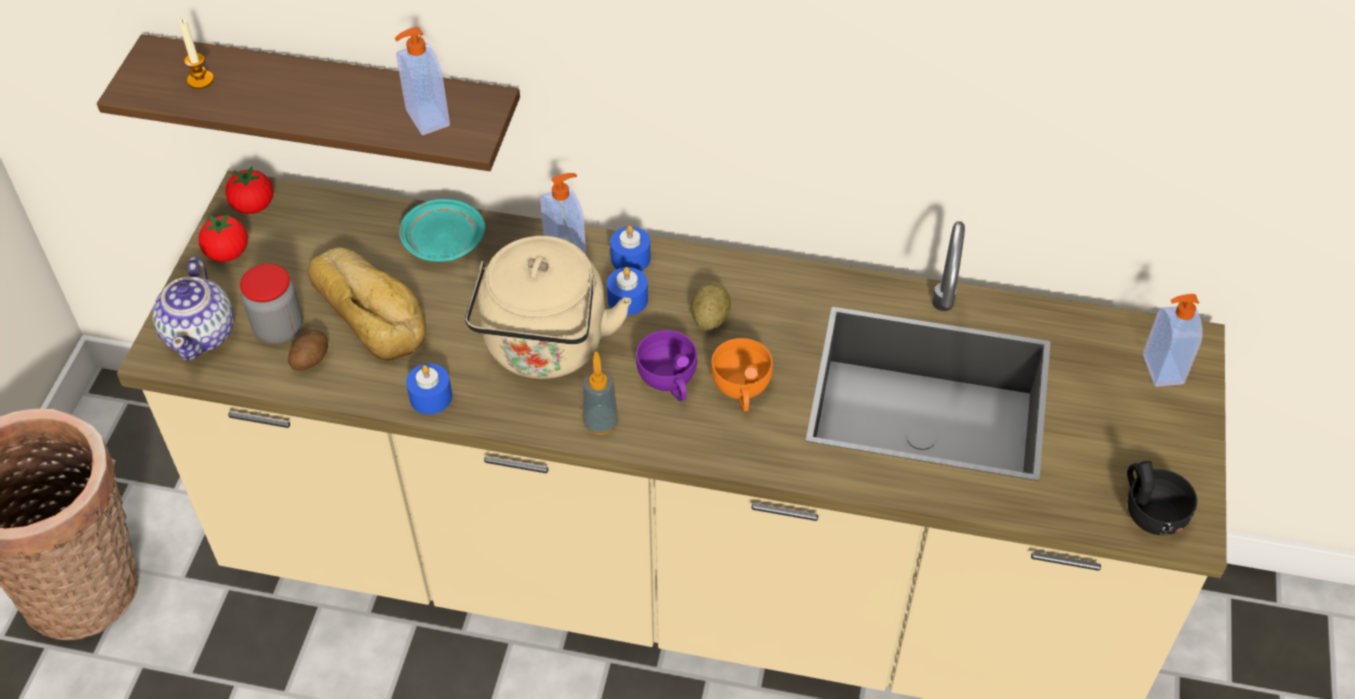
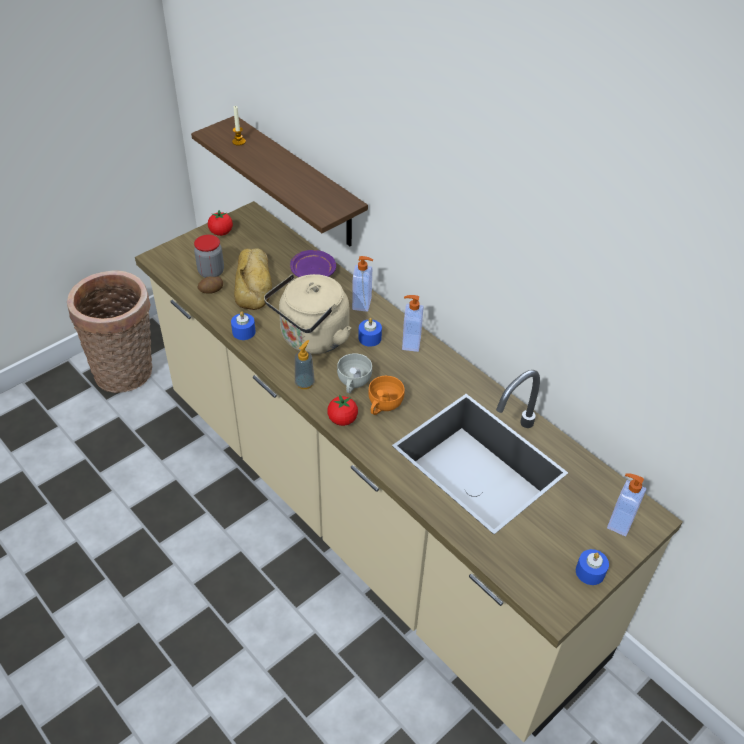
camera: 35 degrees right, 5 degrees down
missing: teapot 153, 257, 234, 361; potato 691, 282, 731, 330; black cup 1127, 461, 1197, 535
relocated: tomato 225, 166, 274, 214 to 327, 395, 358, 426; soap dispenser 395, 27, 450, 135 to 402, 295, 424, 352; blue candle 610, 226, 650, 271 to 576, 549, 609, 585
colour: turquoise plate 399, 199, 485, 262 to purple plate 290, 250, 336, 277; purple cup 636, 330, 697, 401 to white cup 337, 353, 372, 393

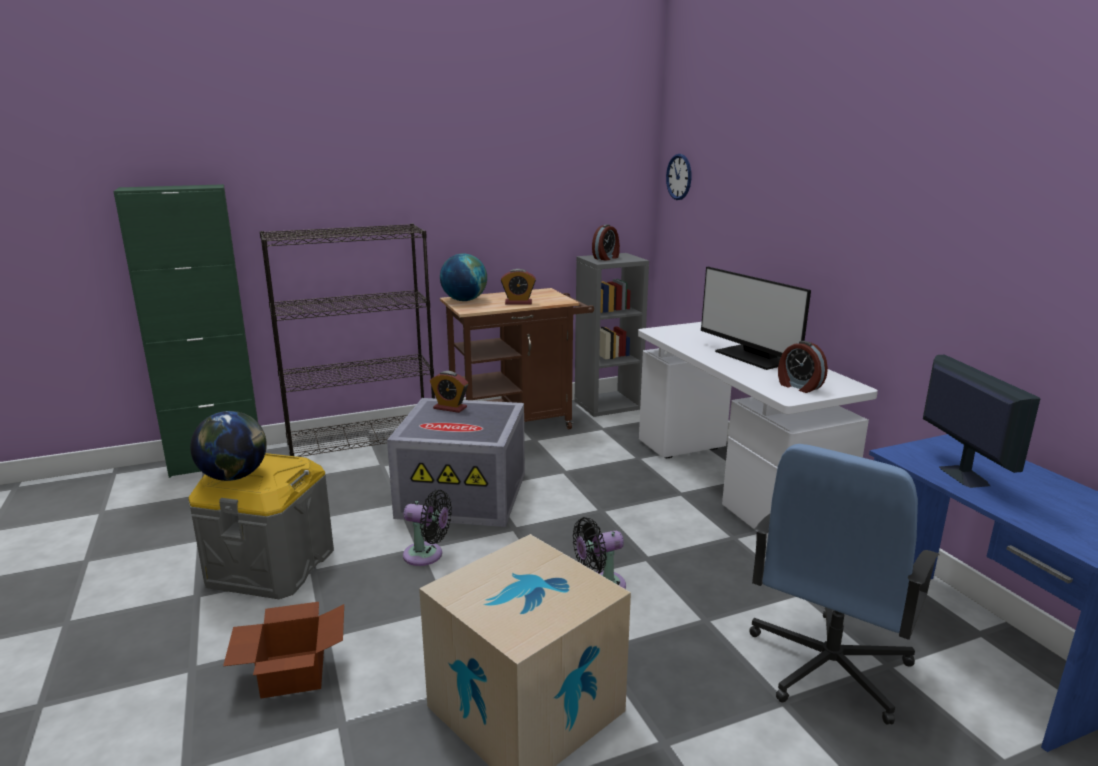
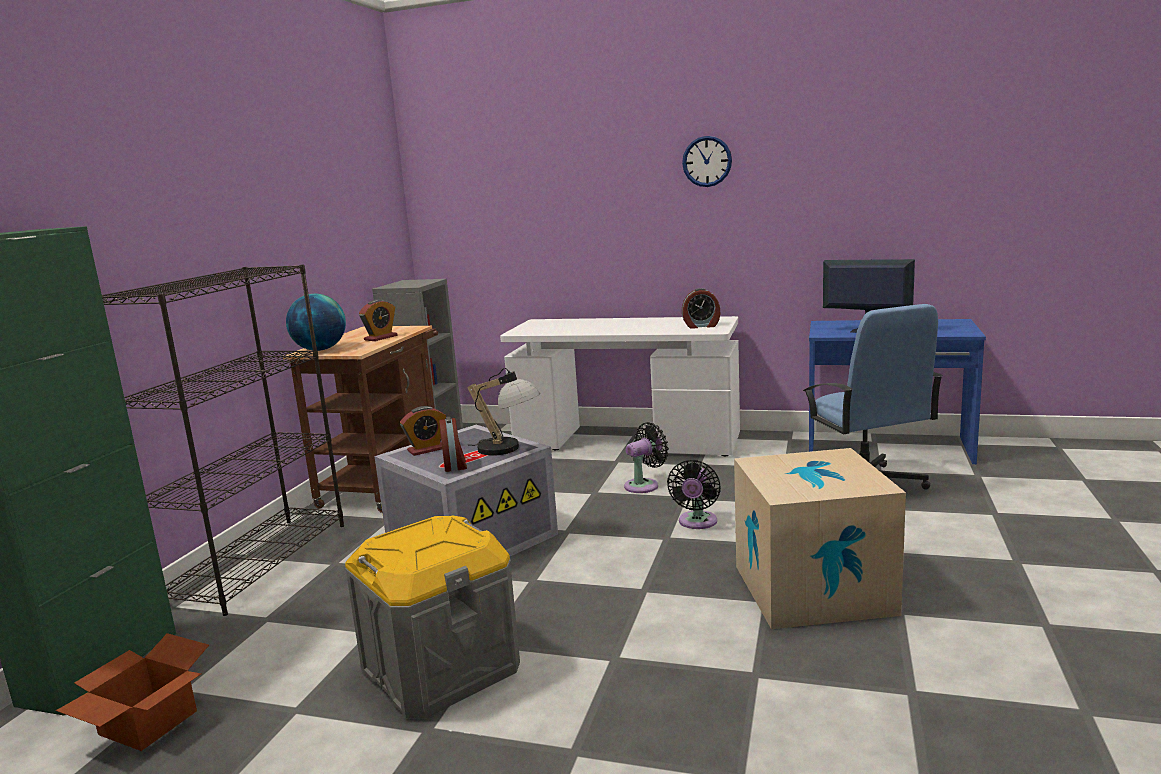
camera: 50 degrees left, 5 degrees down
missing: globe 190, 411, 267, 481; monitor 701, 267, 811, 370
appeared: table lamp 467, 368, 540, 456
relocated: cardboard box 223, 602, 344, 699 to 56, 633, 209, 751; alarm clock 592, 224, 620, 261 to 439, 417, 467, 472; black fan 403, 490, 452, 566 to 624, 422, 669, 493; wall clock 666, 154, 692, 200 to 682, 136, 732, 187

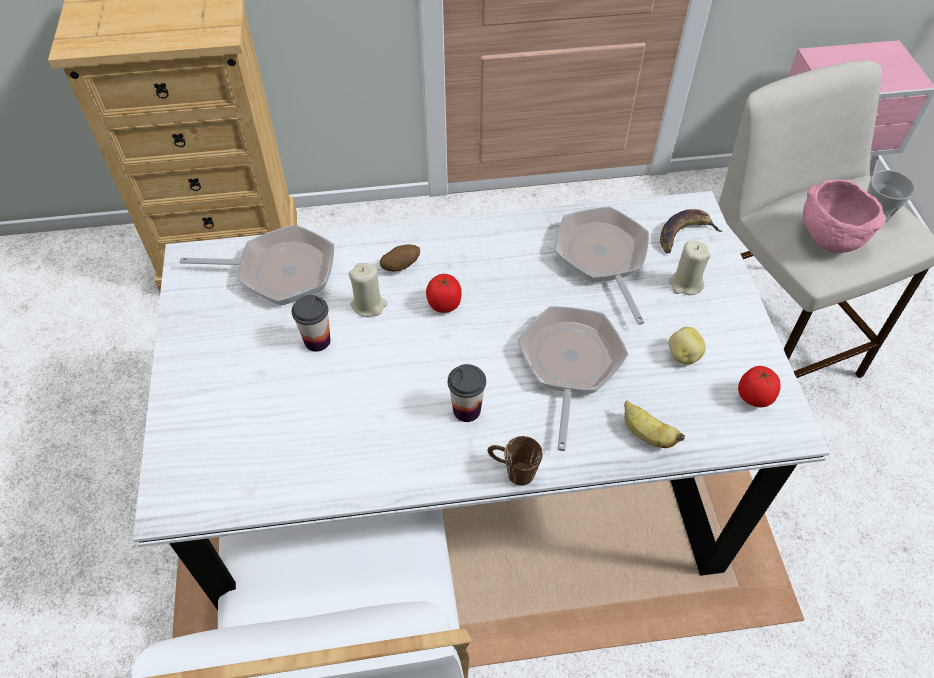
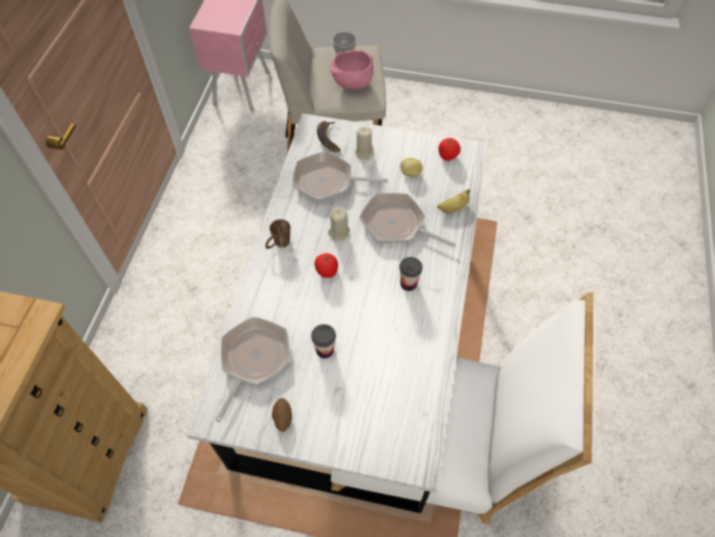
camera: 70 degrees left, 5 degrees up
relocated: brown mug 487, 436, 543, 486 to 265, 219, 290, 249; potato 380, 244, 420, 272 to 272, 398, 292, 432; beige candle 348, 263, 388, 317 to 328, 207, 350, 241

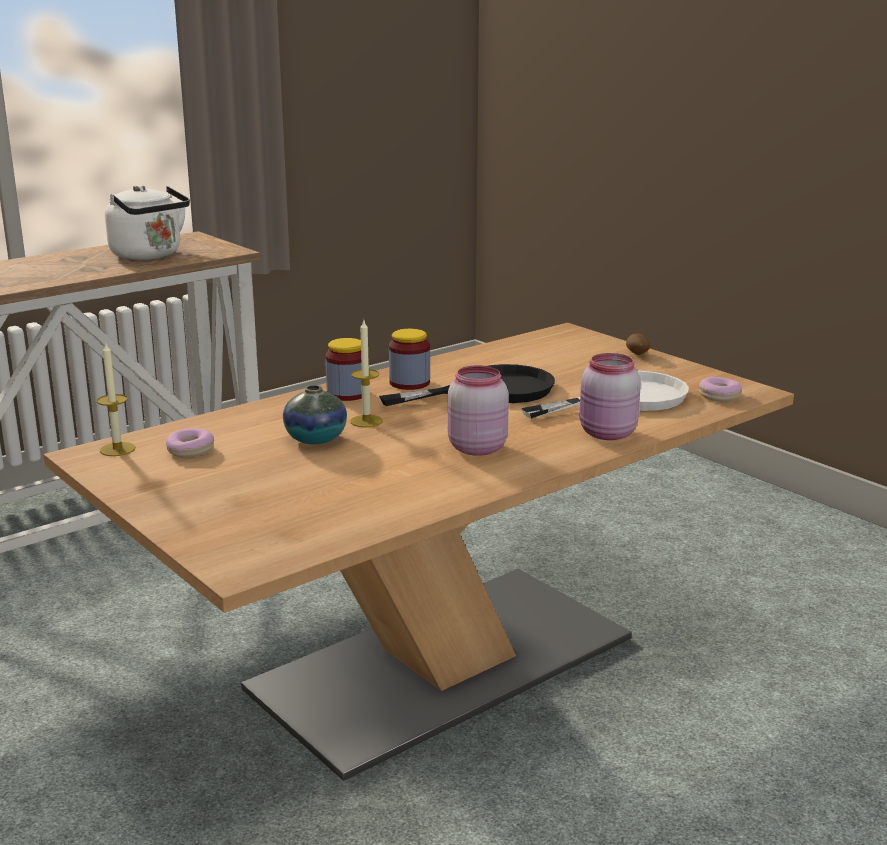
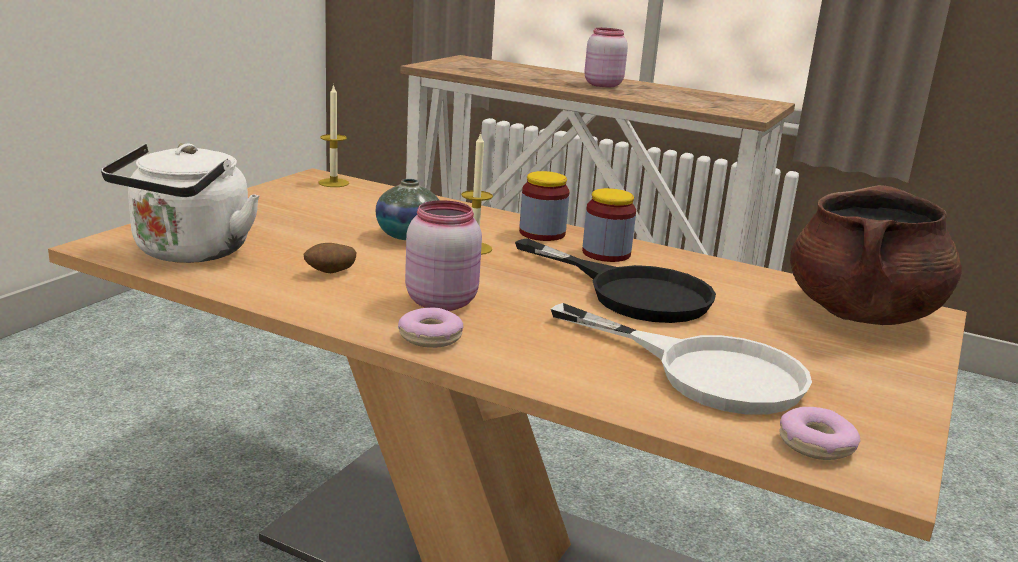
camera: 65 degrees right, 0 degrees up
appeared: brown cooking pot 790, 185, 962, 325
relocated: white kettle 105, 185, 190, 260 to 101, 143, 260, 263; potato 626, 334, 650, 355 to 304, 243, 356, 273; donut 166, 428, 214, 457 to 398, 308, 463, 348; pink jar 580, 353, 641, 440 to 584, 28, 628, 87

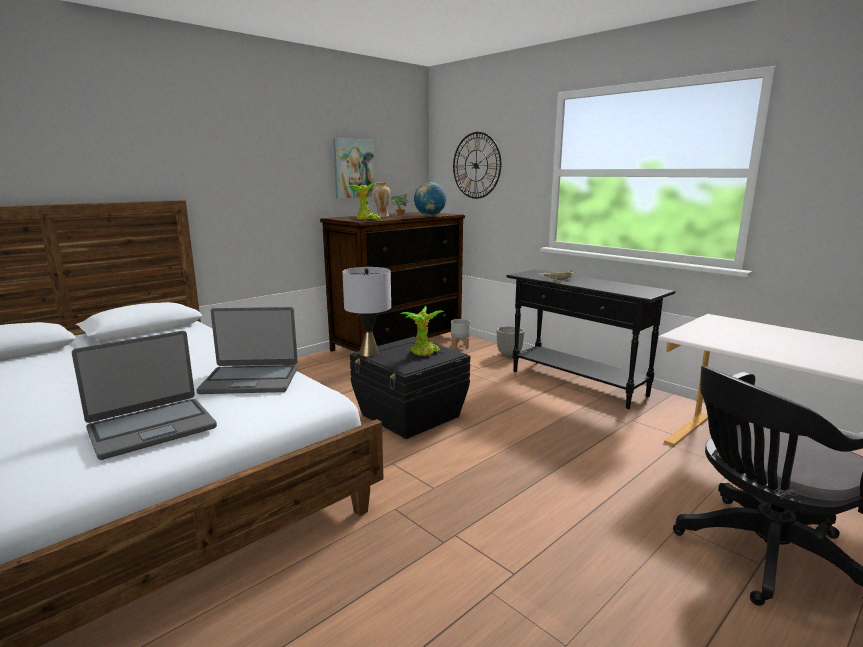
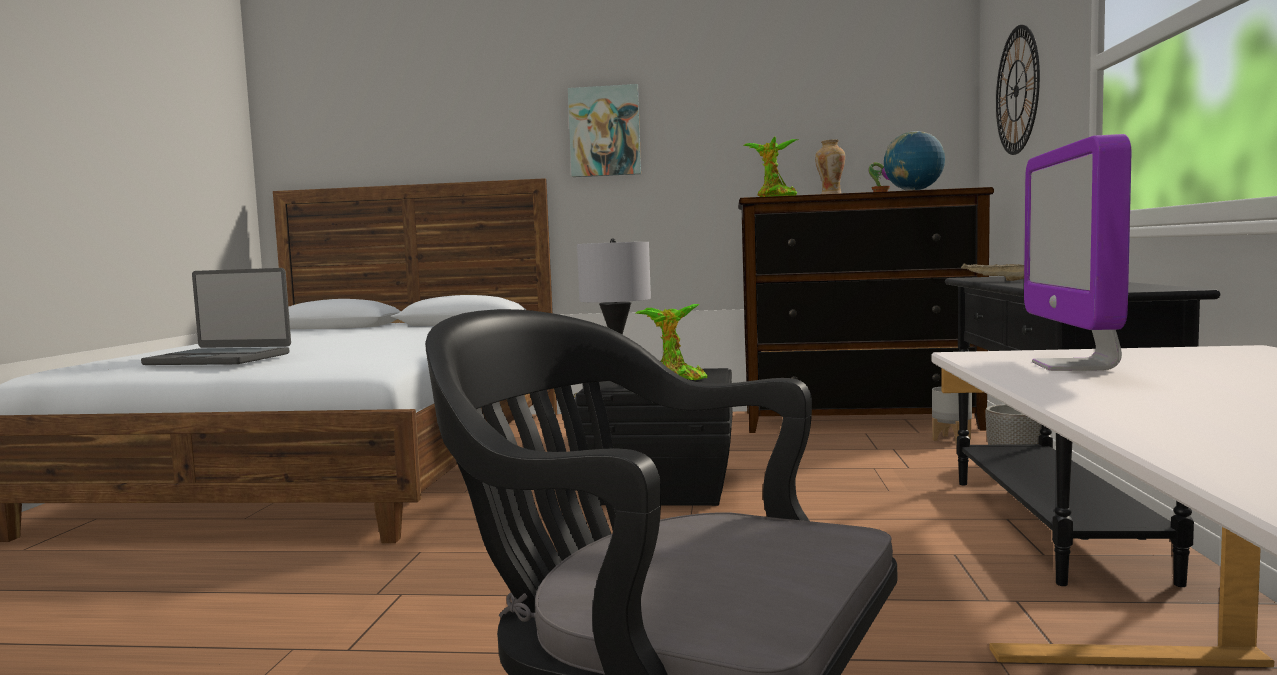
camera: 50 degrees right, 10 degrees down
missing: laptop 196, 307, 298, 394
appeared: monitor 1024, 134, 1131, 371
relocated: picture 333, 138, 375, 198 to 568, 84, 641, 177

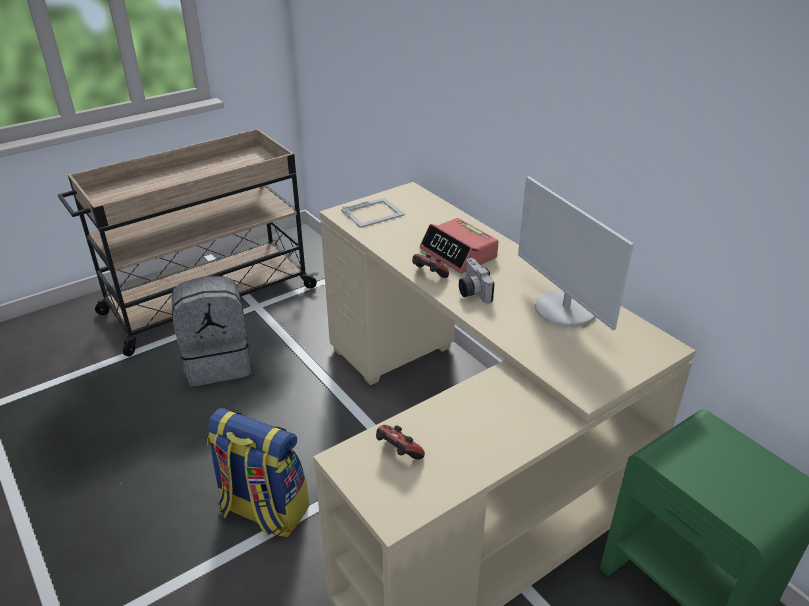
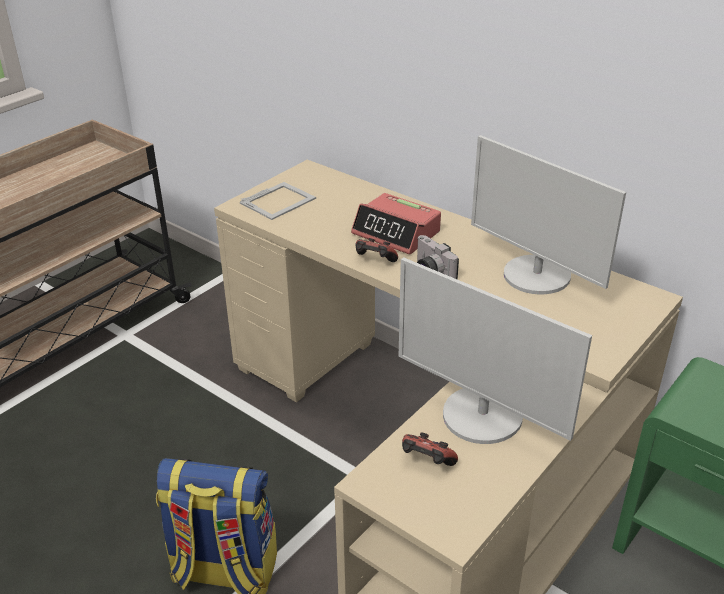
camera: 15 degrees left, 0 degrees up
missing: grey backpack 171, 276, 251, 386
appeared: monitor 399, 257, 592, 444

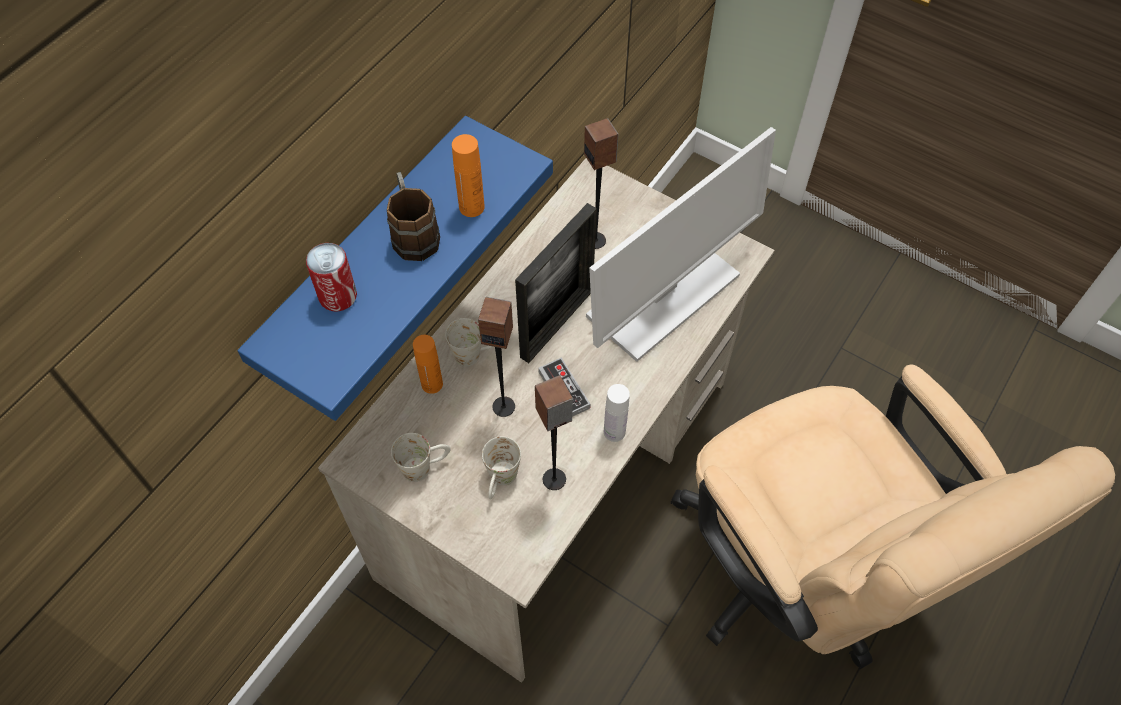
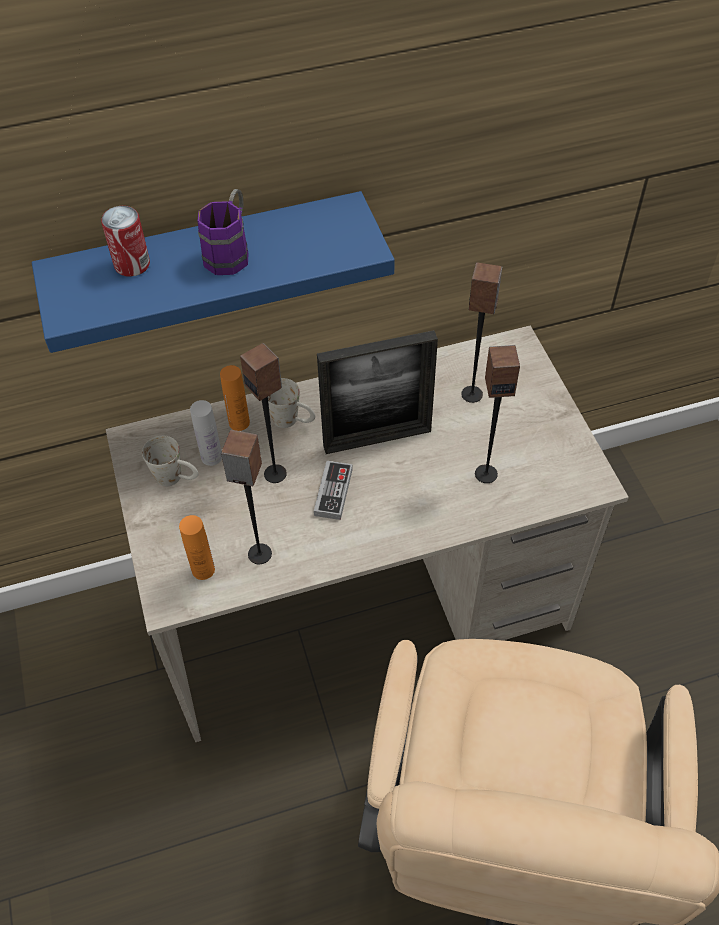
camera: 40 degrees right, 5 degrees down
missing: white mug 482, 436, 521, 499
relocated: orange bottle 452, 134, 485, 217 to 179, 515, 215, 580; white bottle 604, 384, 630, 442 to 190, 400, 222, 466
exchanged: monitor 586, 127, 776, 362 to speaker 475, 345, 520, 483
colour: brown mug 387, 172, 440, 261 to purple mug 198, 189, 249, 275

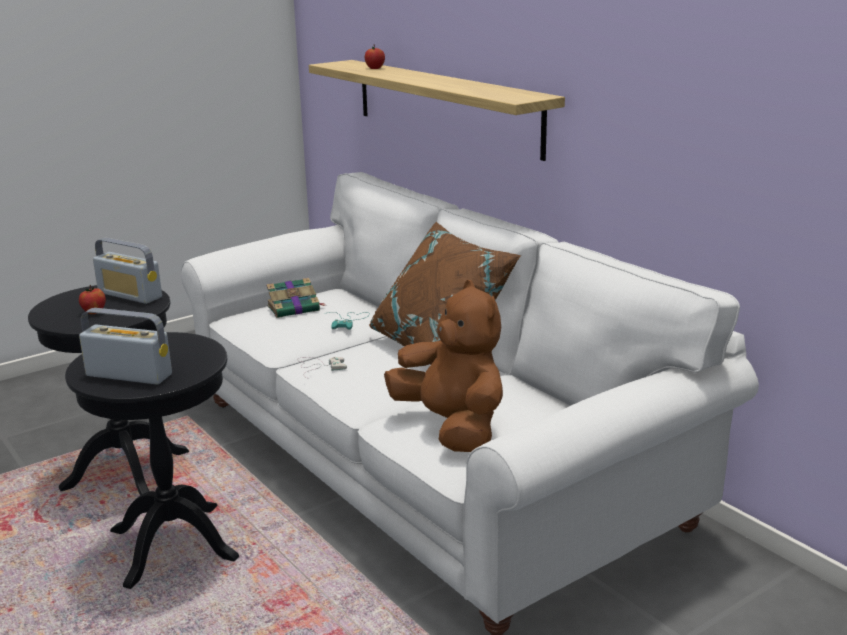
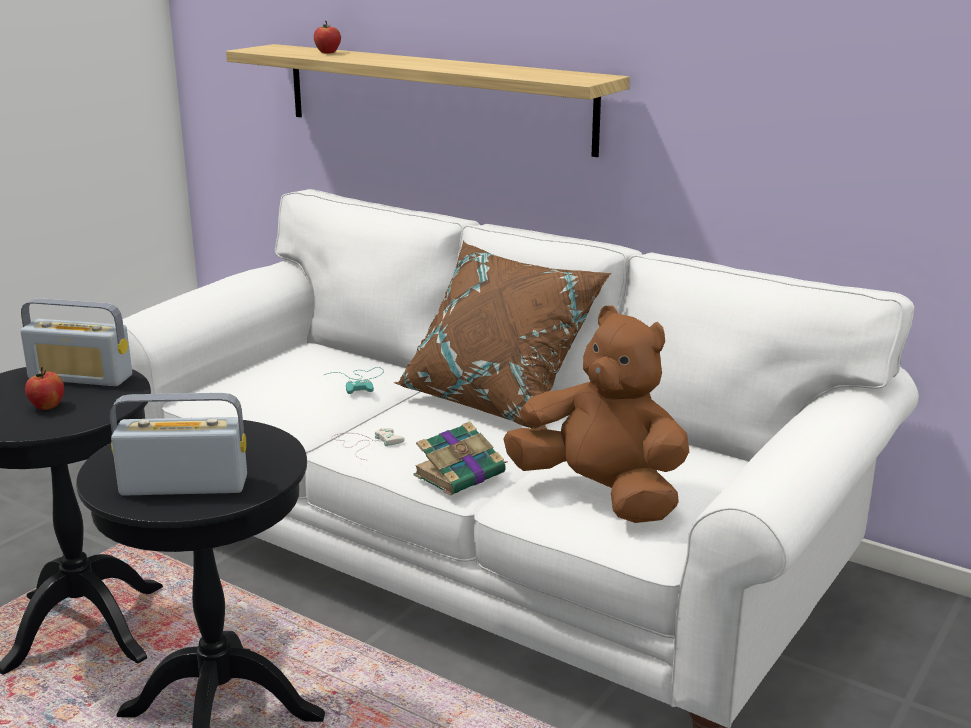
camera: 20 degrees left, 0 degrees up
relocated: book 266, 278, 324, 318 to 414, 421, 508, 496

